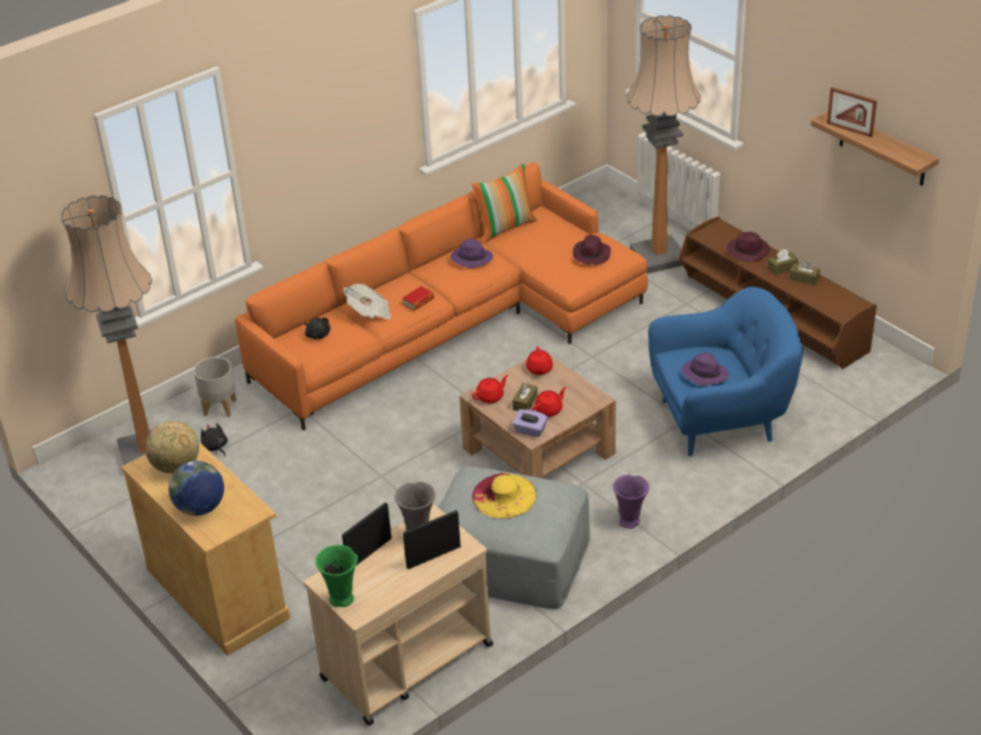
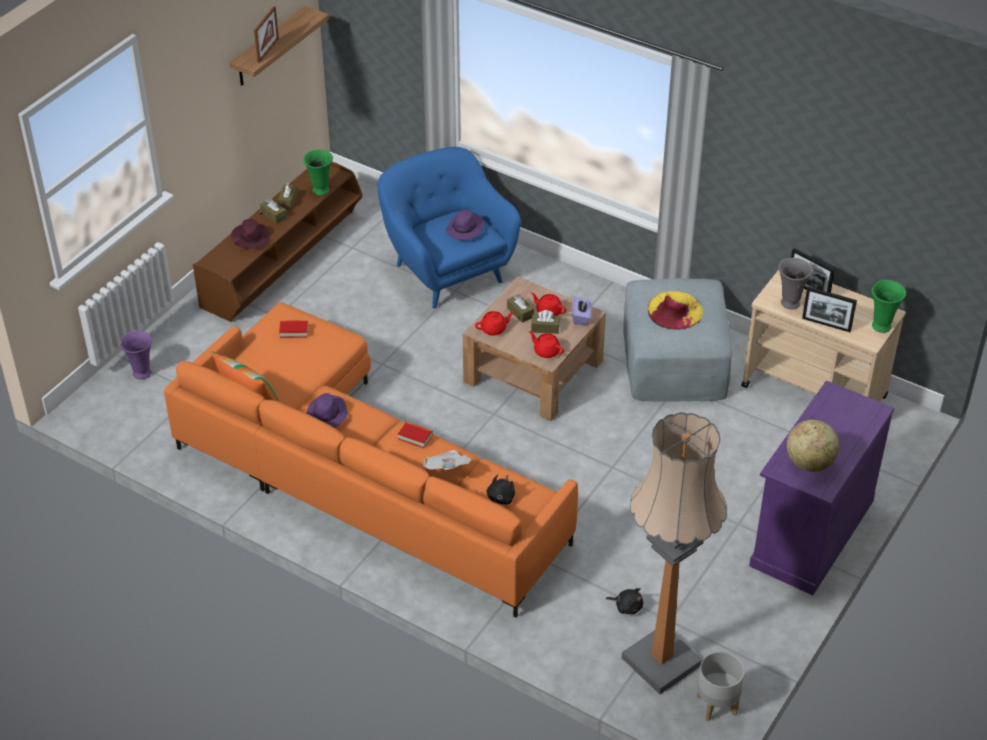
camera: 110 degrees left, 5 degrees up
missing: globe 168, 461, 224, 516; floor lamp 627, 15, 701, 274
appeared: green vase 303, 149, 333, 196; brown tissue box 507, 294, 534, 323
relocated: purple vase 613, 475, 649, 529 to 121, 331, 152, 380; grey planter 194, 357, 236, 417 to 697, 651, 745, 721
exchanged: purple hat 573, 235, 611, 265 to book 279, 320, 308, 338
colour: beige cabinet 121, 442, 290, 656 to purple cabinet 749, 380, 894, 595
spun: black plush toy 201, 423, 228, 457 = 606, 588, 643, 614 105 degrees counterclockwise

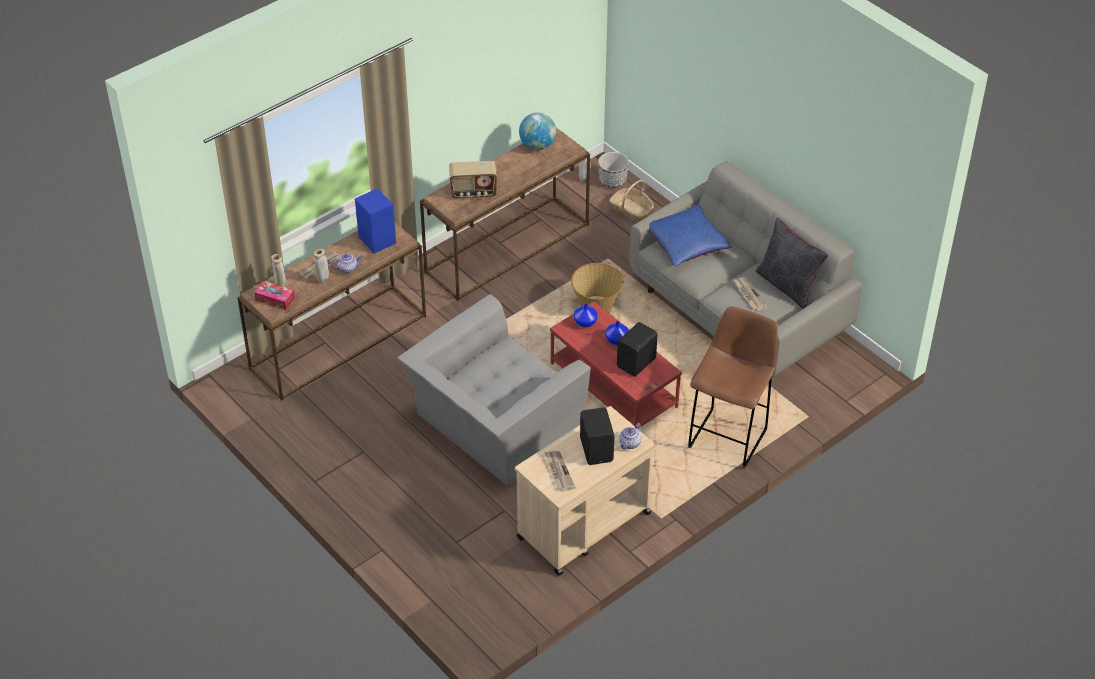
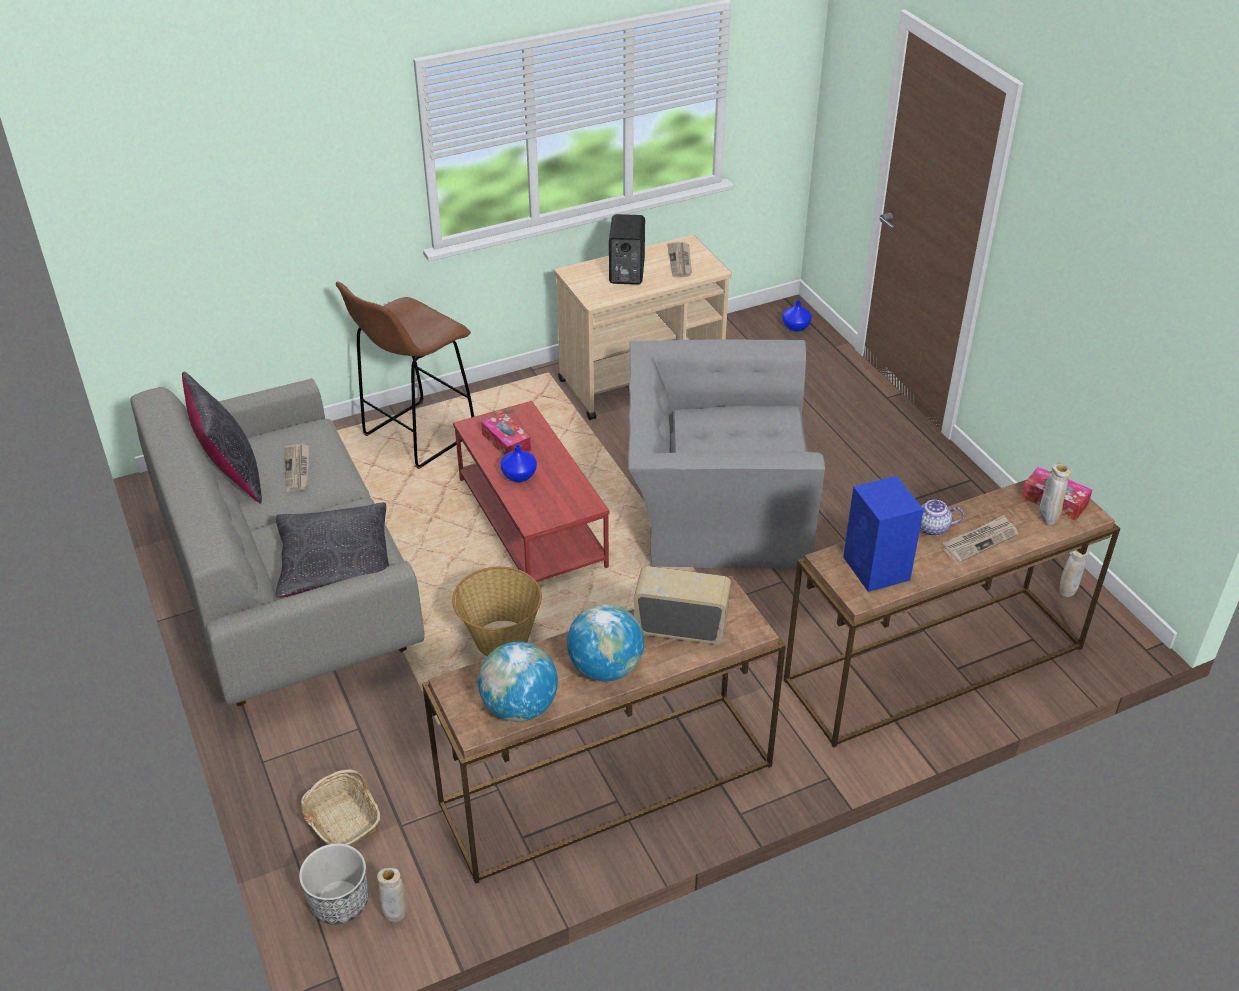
camera: 165 degrees left, 5 degrees down
missing: teapot 619, 423, 641, 449
appeared: globe 567, 604, 644, 681
relocated: blue vase 574, 304, 598, 328 to 782, 300, 812, 332; beige vase 313, 249, 329, 283 to 1060, 548, 1090, 597
exchanged: black speaker 617, 322, 658, 377 to tissue box 481, 412, 531, 455
colour: blue pillow 649, 205, 732, 266 to black pillow 276, 502, 389, 598
spun: grey armchair 397, 294, 591, 486 = 628, 339, 825, 569 150 degrees counterclockwise

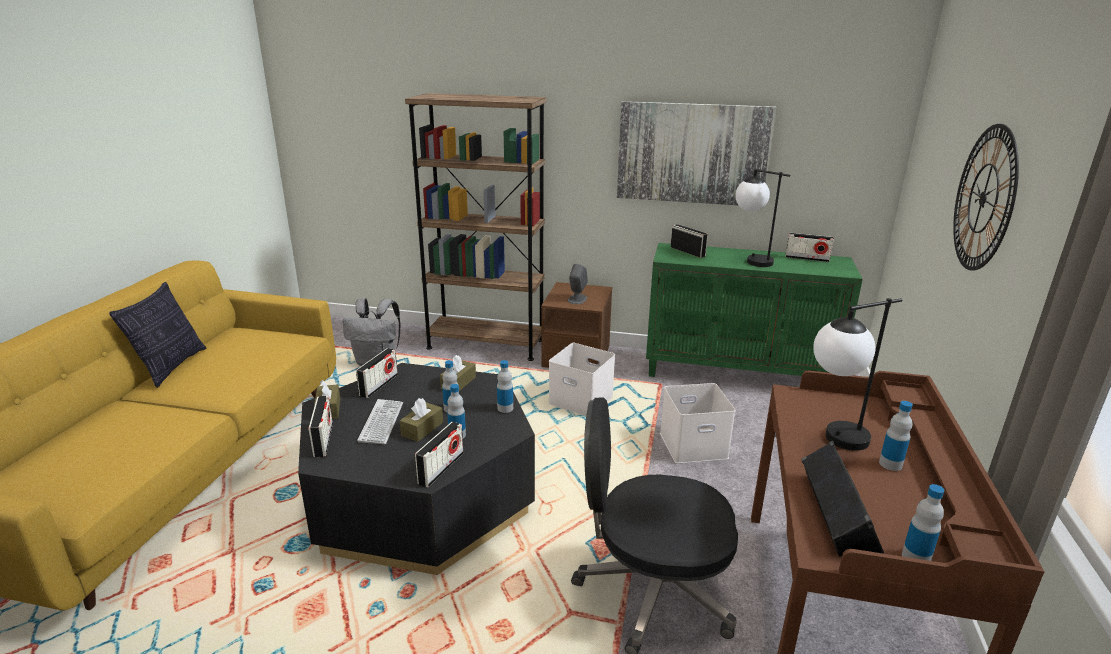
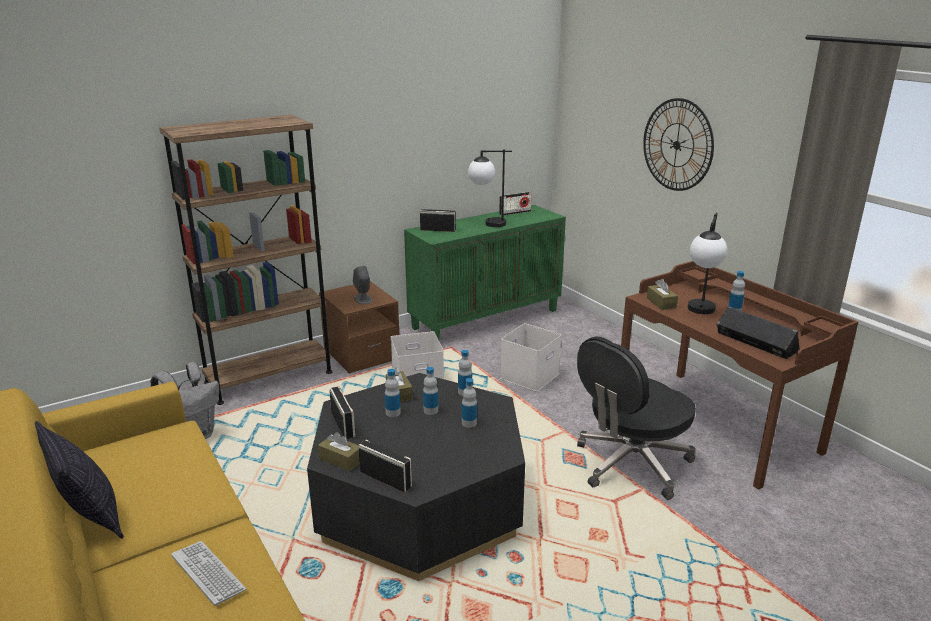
camera: 45 degrees left, 0 degrees up
missing: radio 415, 422, 463, 487; picture 617, 101, 776, 205
relocated: keyboard 357, 399, 403, 444 to 171, 541, 246, 606; bottle 902, 484, 944, 561 to 385, 369, 401, 417; brown tissue box 400, 398, 443, 442 to 647, 279, 678, 310

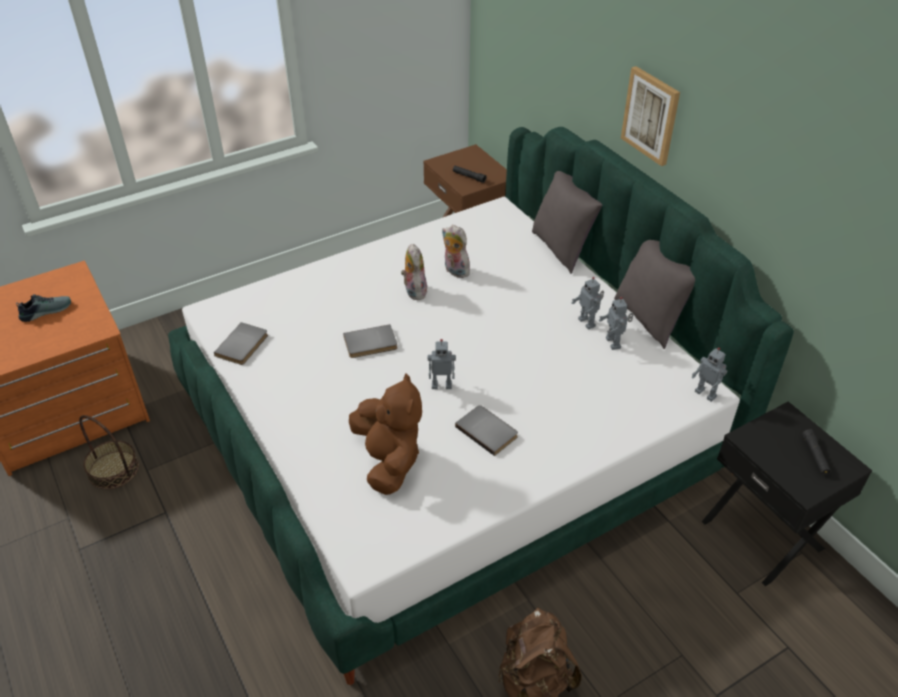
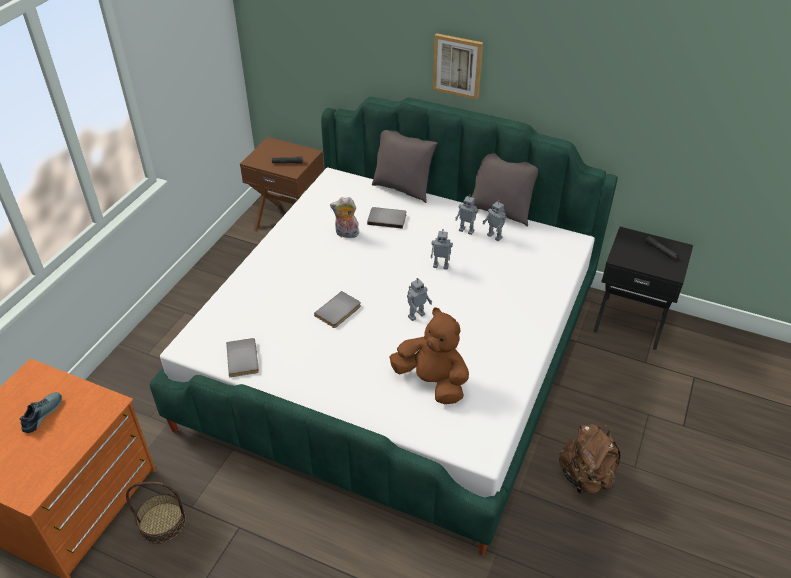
camera: 35 degrees left, 0 degrees up
missing: plush toy 401, 244, 427, 300
relocated: grey book 455, 405, 518, 456 to 367, 207, 406, 229; toy robot 691, 348, 728, 402 to 431, 229, 453, 270

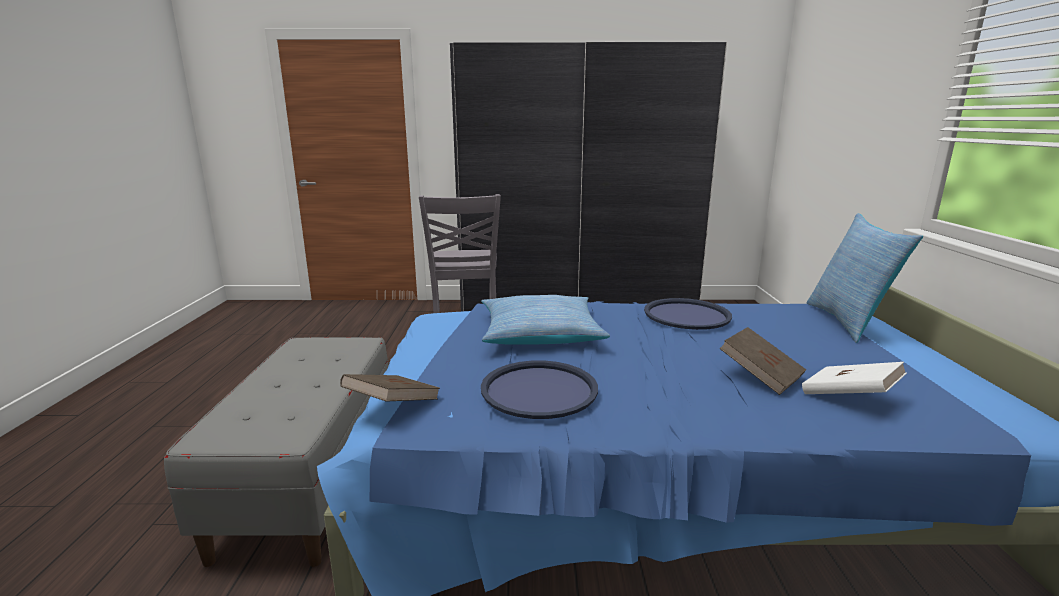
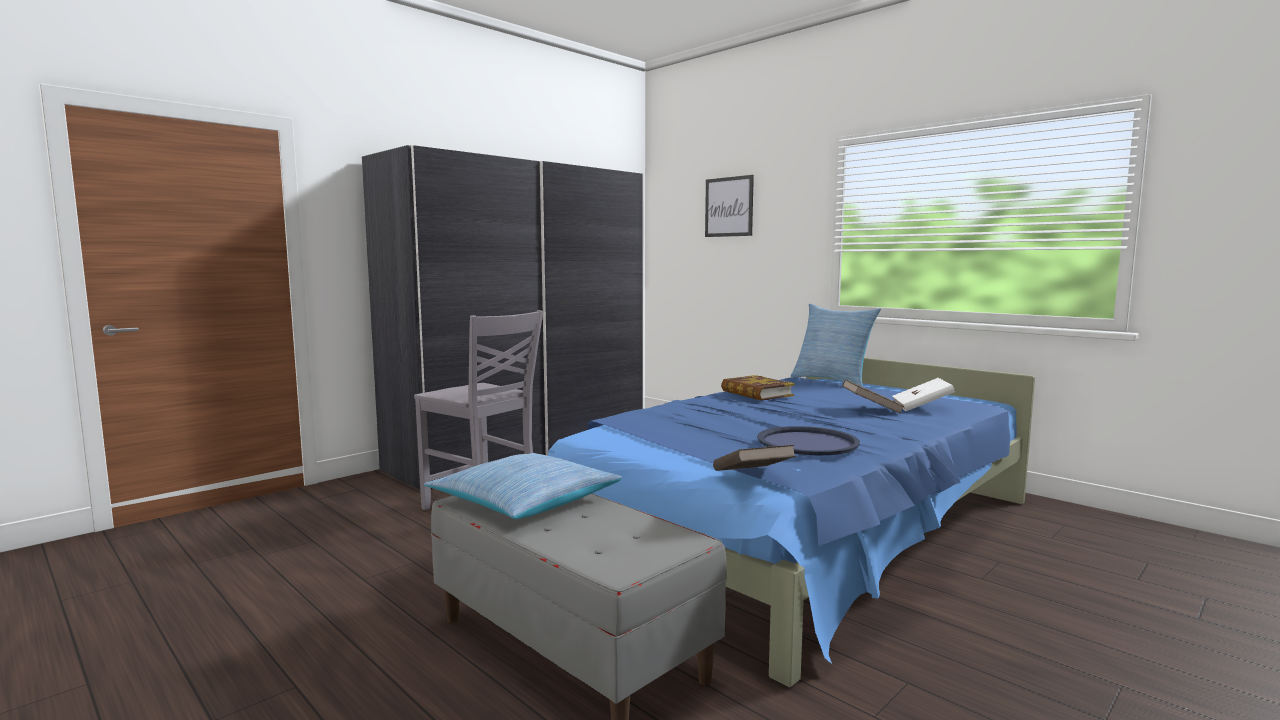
camera: 45 degrees left, 10 degrees down
appeared: picture 705, 175, 754, 237
relocated: pillow 481, 295, 610, 345 to 424, 453, 622, 519
exchanged: blue tray 644, 298, 732, 330 to book 721, 375, 795, 400

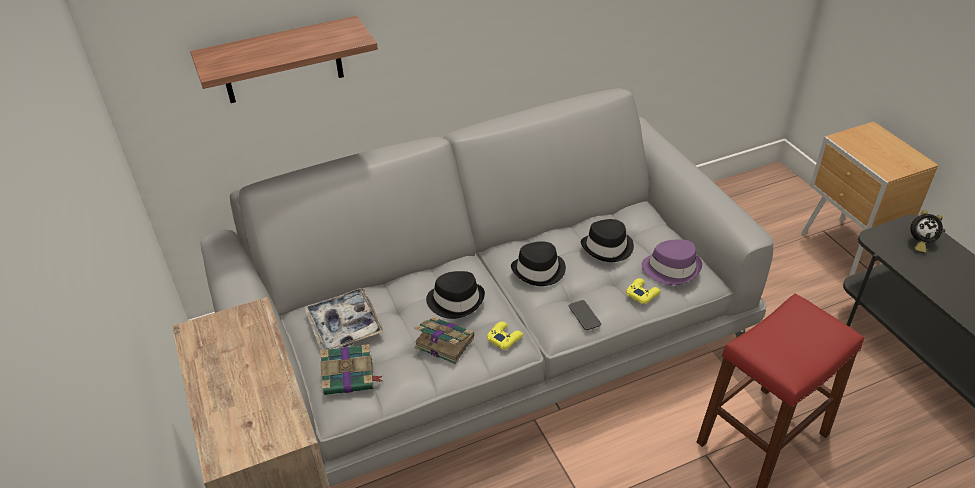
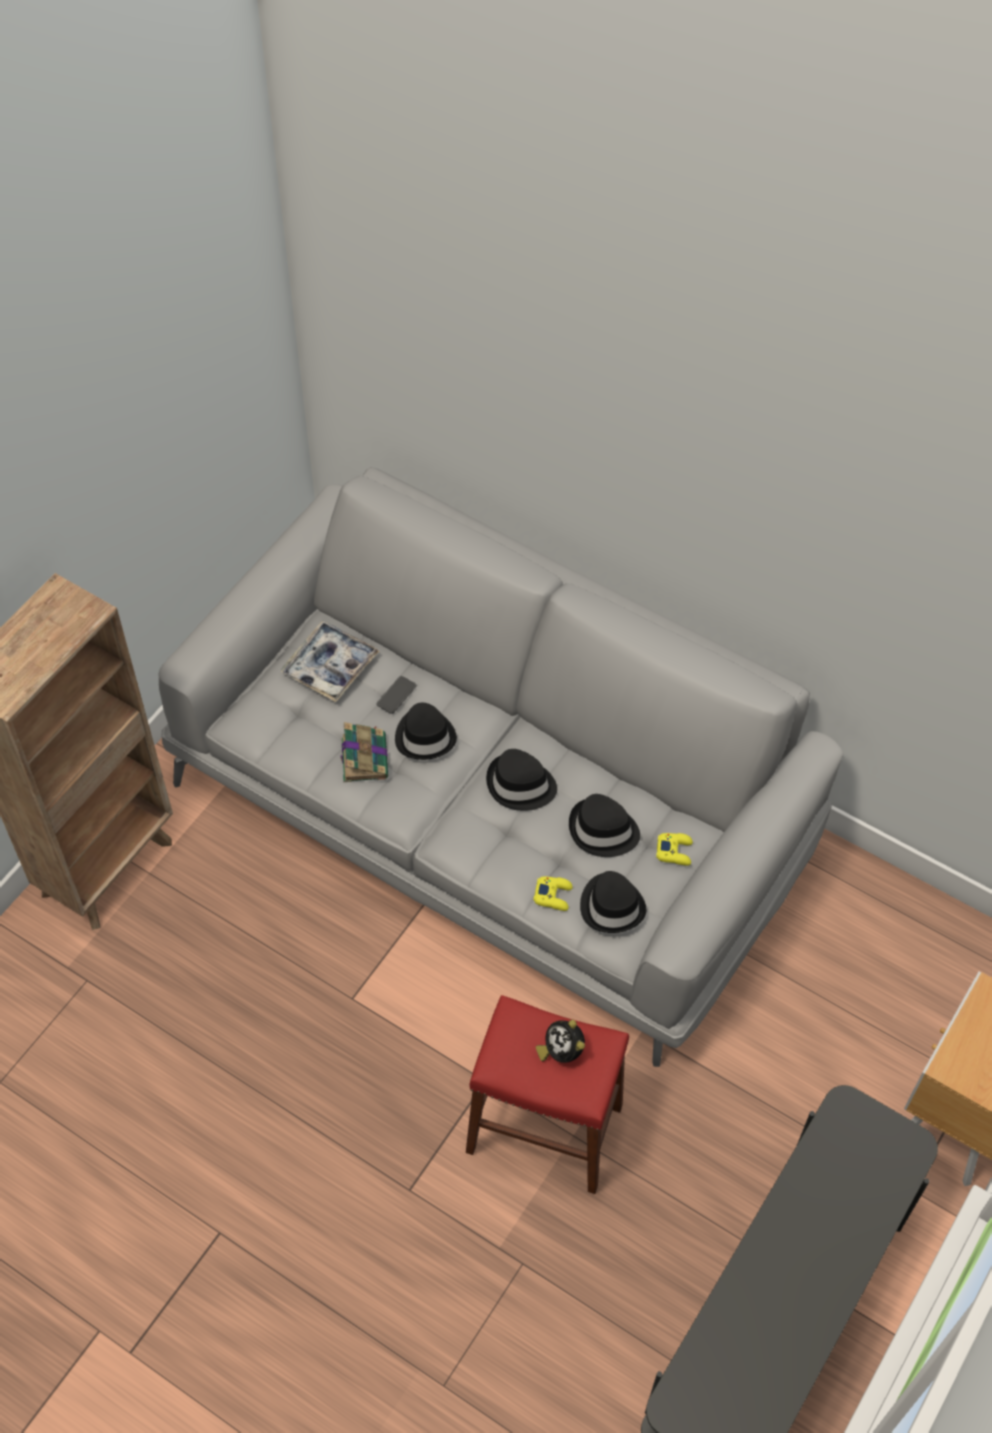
camera: 55 degrees right, 15 degrees up
missing: shelf 190, 16, 378, 103; book 320, 344, 382, 395
relocated: phone 569, 300, 601, 330 to 377, 676, 416, 714; alarm clock 910, 210, 943, 253 to 536, 1020, 585, 1063; yellow game controller 487, 322, 523, 350 to 656, 833, 693, 866
colour: purple hat 641, 239, 702, 285 to black hat 580, 871, 646, 933

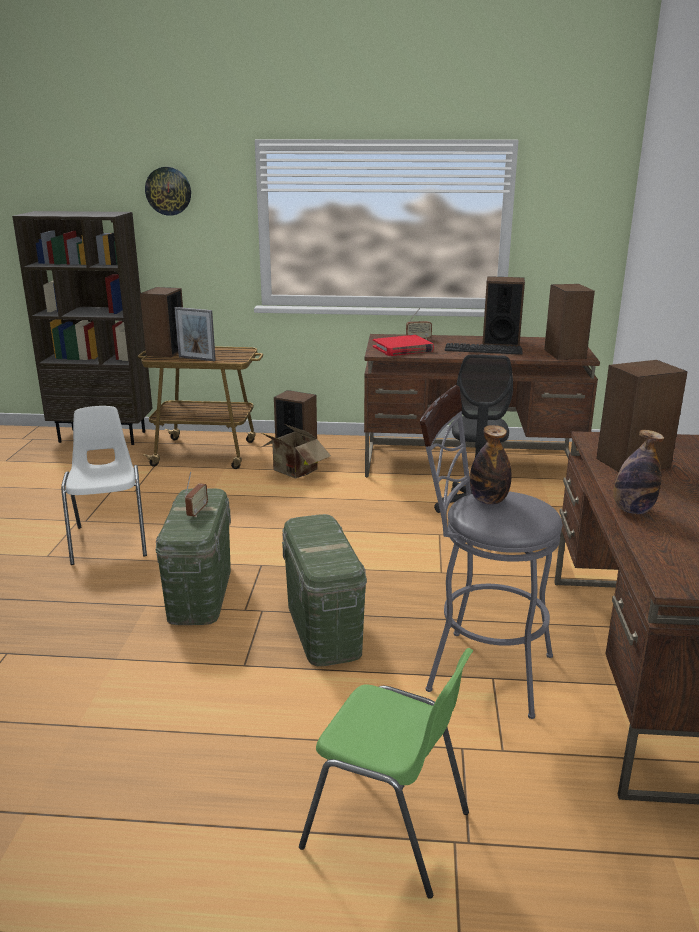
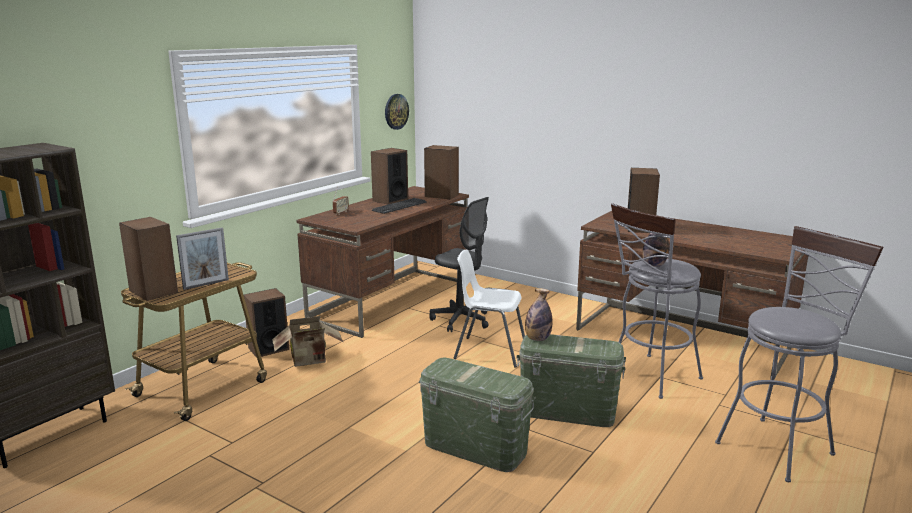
camera: 60 degrees left, 5 degrees down
missing: radio 184, 472, 208, 517; red book 373, 335, 434, 356
relocated: wall clock 145, 167, 191, 216 to 385, 94, 409, 130; white chair 61, 406, 147, 565 to 454, 249, 525, 368; bottle 613, 430, 664, 514 to 525, 288, 552, 341
exchanged: green chair 299, 648, 473, 899 to grey stool 715, 226, 883, 482

